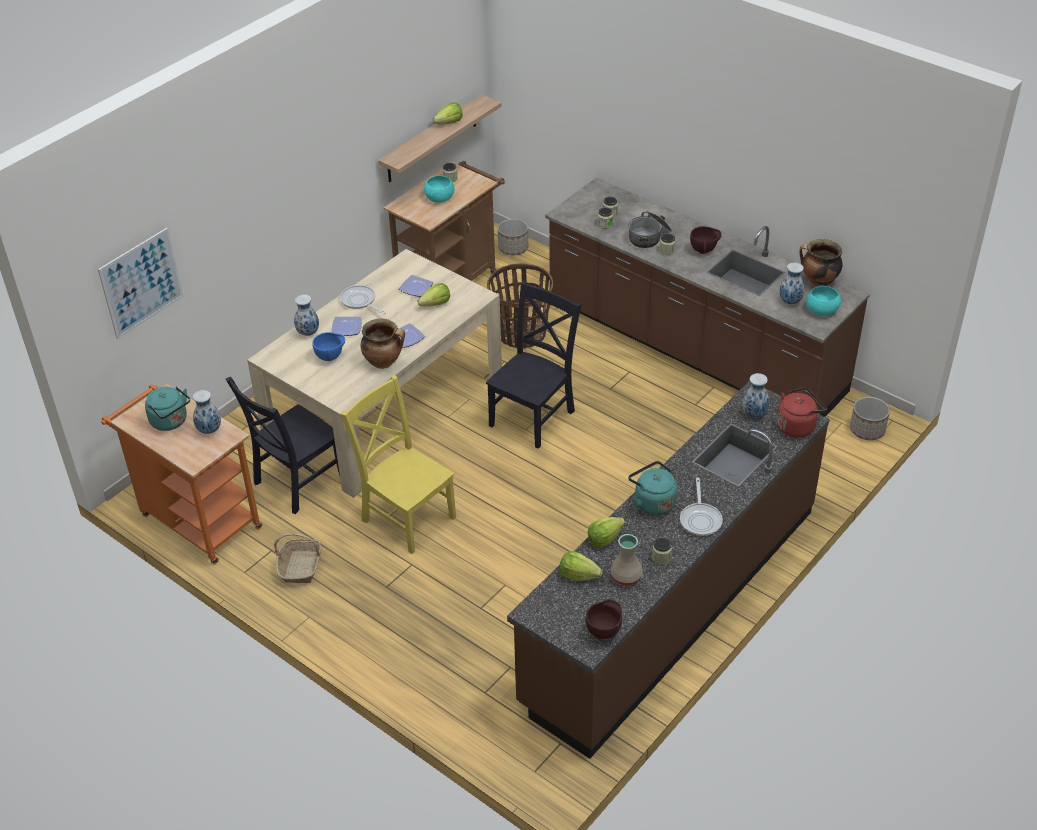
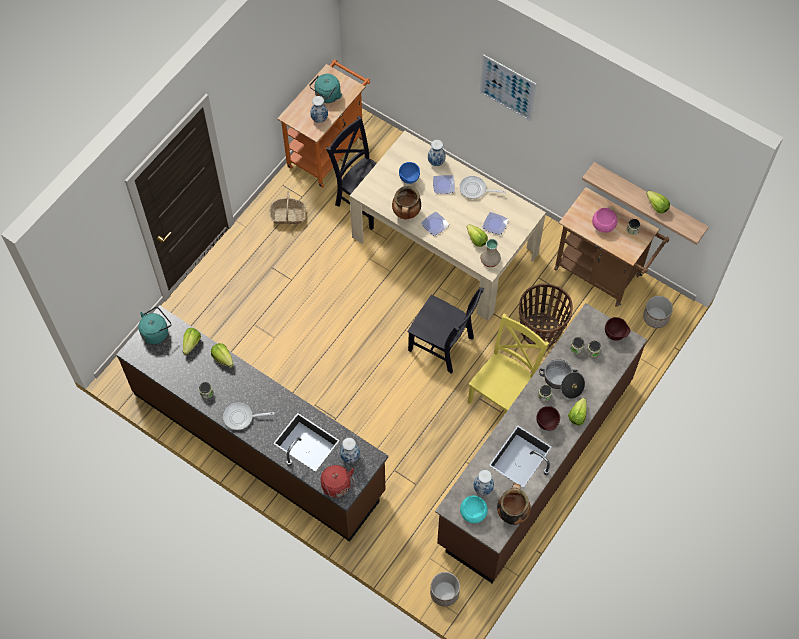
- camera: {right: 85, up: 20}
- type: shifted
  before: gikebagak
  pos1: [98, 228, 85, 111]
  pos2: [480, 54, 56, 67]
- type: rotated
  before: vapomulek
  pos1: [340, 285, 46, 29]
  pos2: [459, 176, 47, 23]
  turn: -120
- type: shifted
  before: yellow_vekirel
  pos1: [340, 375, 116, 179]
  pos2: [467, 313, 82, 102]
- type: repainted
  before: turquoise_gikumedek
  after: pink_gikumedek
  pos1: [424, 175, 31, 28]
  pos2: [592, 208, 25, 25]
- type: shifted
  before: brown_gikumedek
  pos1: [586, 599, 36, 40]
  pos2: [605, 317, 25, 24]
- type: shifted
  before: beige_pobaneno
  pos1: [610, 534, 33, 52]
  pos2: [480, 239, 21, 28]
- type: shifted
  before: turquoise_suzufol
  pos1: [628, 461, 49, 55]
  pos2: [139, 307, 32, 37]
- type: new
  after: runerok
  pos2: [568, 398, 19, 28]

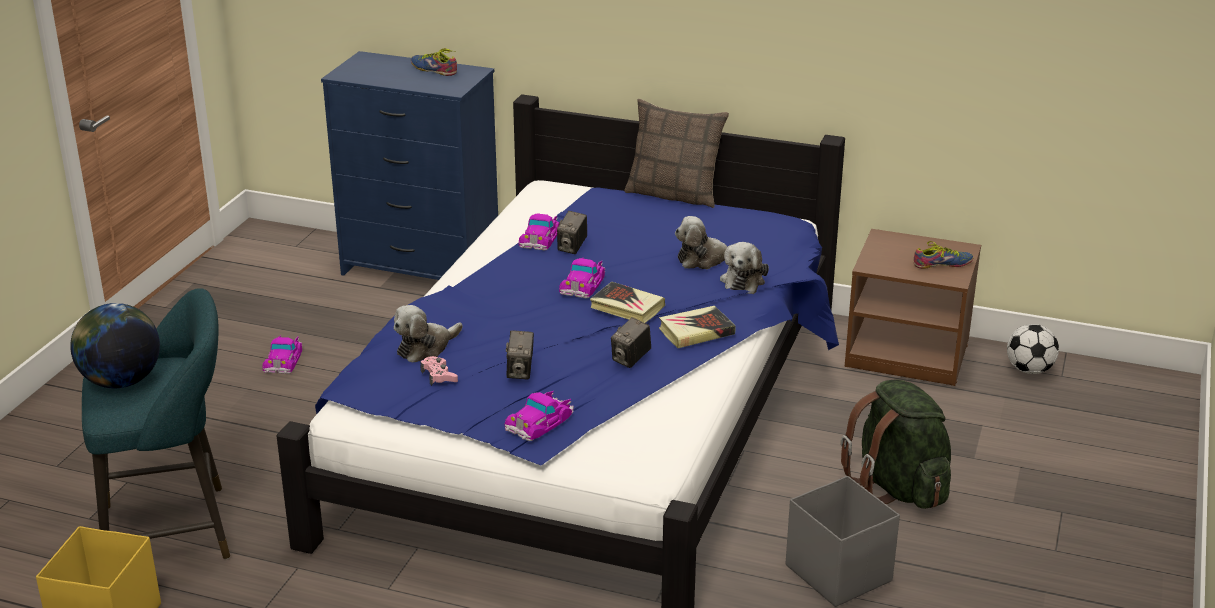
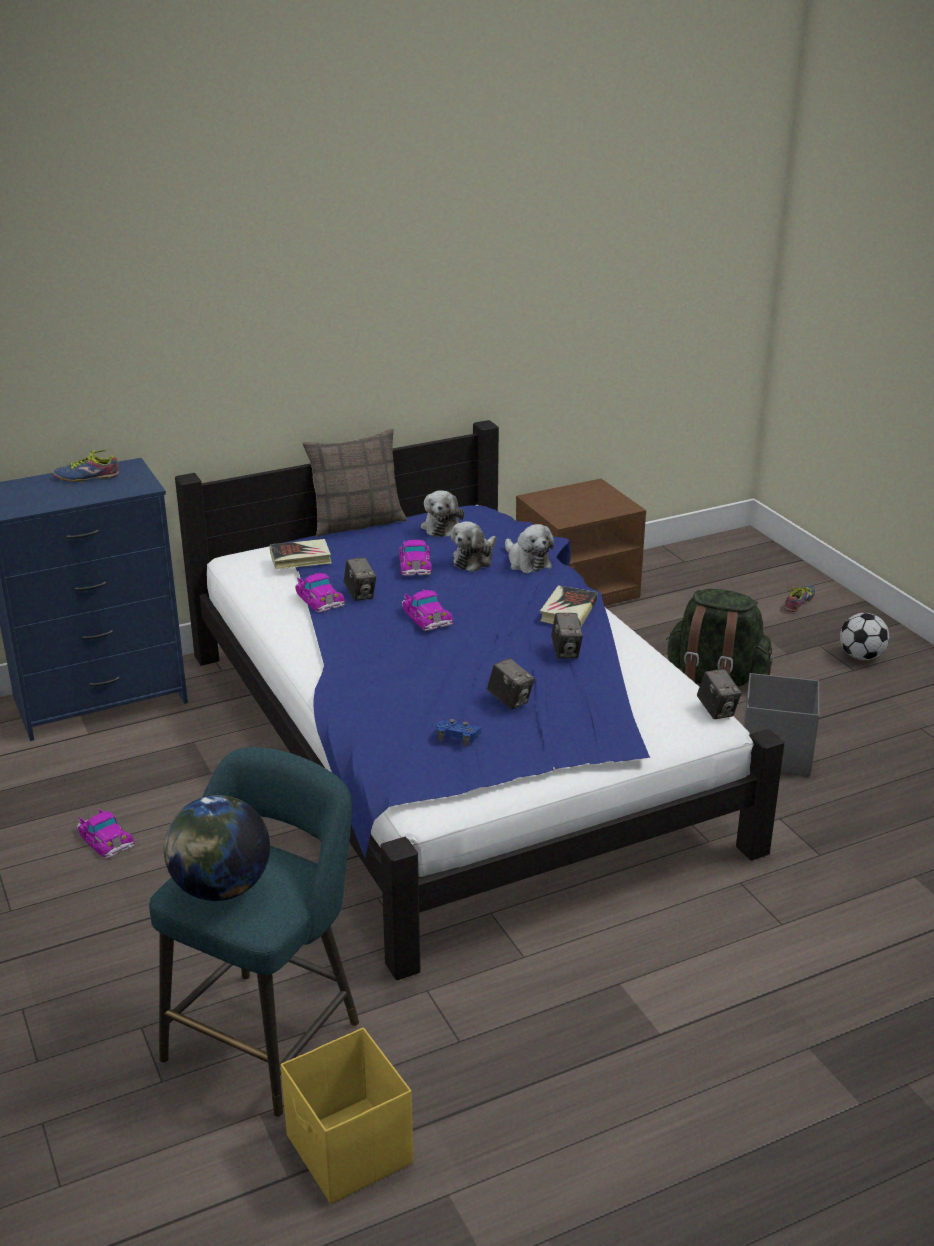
- camera: {right: -45, up: 0}
- type: shifted
  before: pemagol
  pos1: [394, 305, 69, 57]
  pos2: [421, 490, 43, 47]
- type: repainted
  before: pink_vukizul
  after: blue_vukizul
  pos1: [420, 356, 38, 30]
  pos2: [436, 719, 45, 27]
- type: shifted
  before: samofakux
  pos1: [505, 391, 69, 50]
  pos2: [399, 540, 33, 36]
- type: shifted
  before: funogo
  pos1: [590, 282, 75, 41]
  pos2: [270, 539, 62, 30]
- type: shifted
  before: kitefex
  pos1: [914, 241, 60, 28]
  pos2: [785, 585, 30, 27]
- type: shifted
  before: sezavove
  pos1: [1007, 324, 52, 50]
  pos2: [840, 613, 49, 47]
- type: new
  after: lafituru
  pos2: [697, 669, 45, 50]

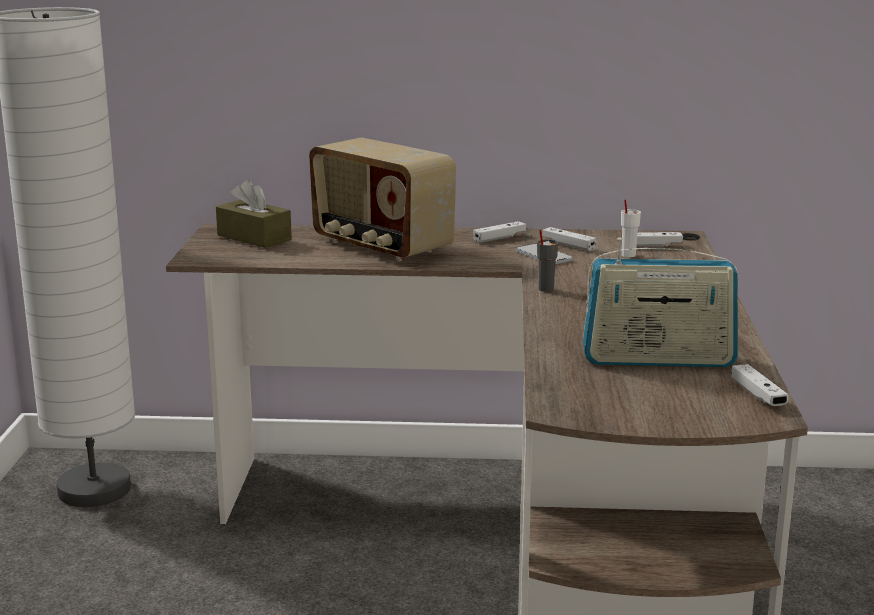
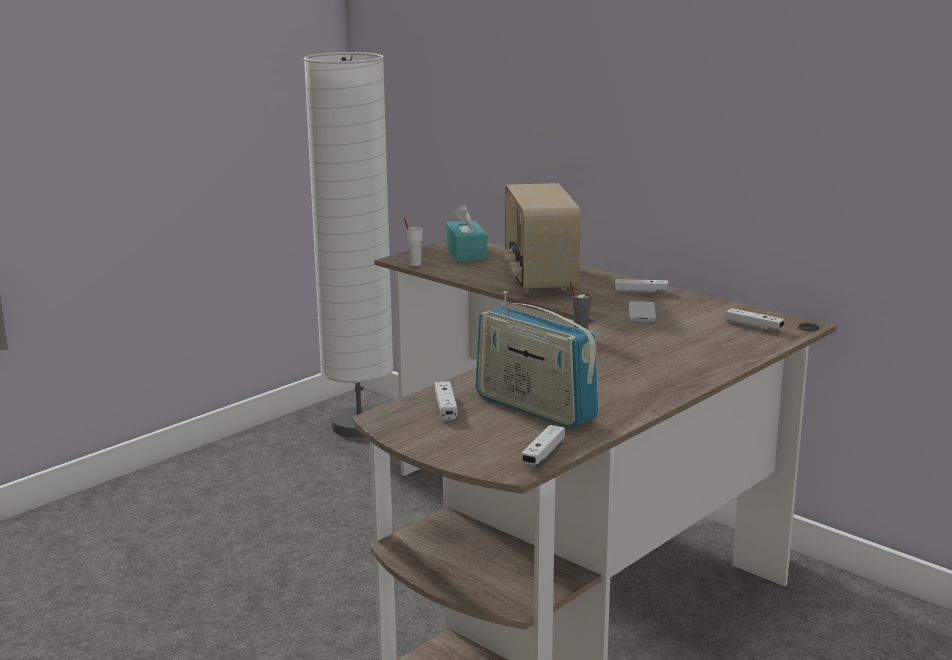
- camera: {right: 40, up: 0}
- type: repainted
  before: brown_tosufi
  after: turquoise_tosufi
  pos1: [216, 179, 76, 69]
  pos2: [446, 204, 41, 57]
- type: shifted
  before: white_vukizul
  pos1: [542, 227, 54, 24]
  pos2: [435, 381, 22, 40]
- type: shifted
  before: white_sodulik
  pos1: [621, 199, 20, 58]
  pos2: [404, 218, 19, 48]

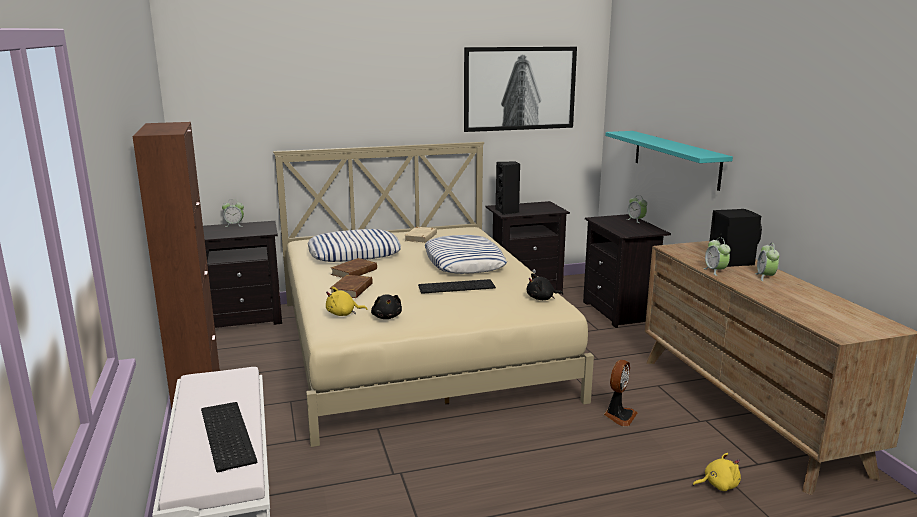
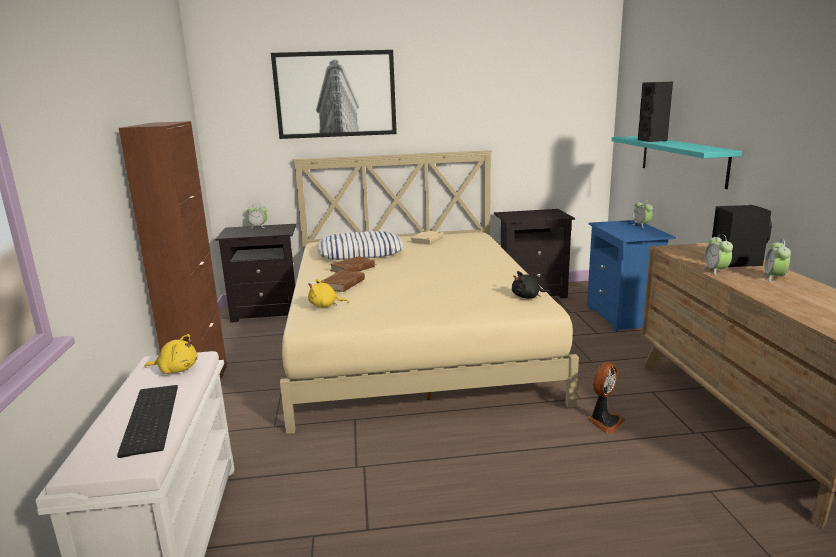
- camera: {right: 10, up: 0}
- type: gone
  before: black_pemagol
  pos1: [371, 294, 31, 25]
- type: gone
  before: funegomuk
  pos1: [418, 279, 78, 15]
- type: gone
  before: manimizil
  pos1: [425, 235, 82, 39]
- type: shifted
  before: gikebagak
  pos1: [464, 47, 113, 85]
  pos2: [271, 50, 126, 89]
- type: shifted
  before: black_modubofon
  pos1: [496, 161, 24, 54]
  pos2: [638, 82, 35, 60]
- type: repainted
  before: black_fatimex
  after: blue_fatimex
  pos1: [583, 214, 88, 114]
  pos2: [587, 220, 89, 112]
- type: shifted
  before: yellow_pemagol
  pos1: [693, 453, 48, 38]
  pos2: [144, 334, 54, 40]

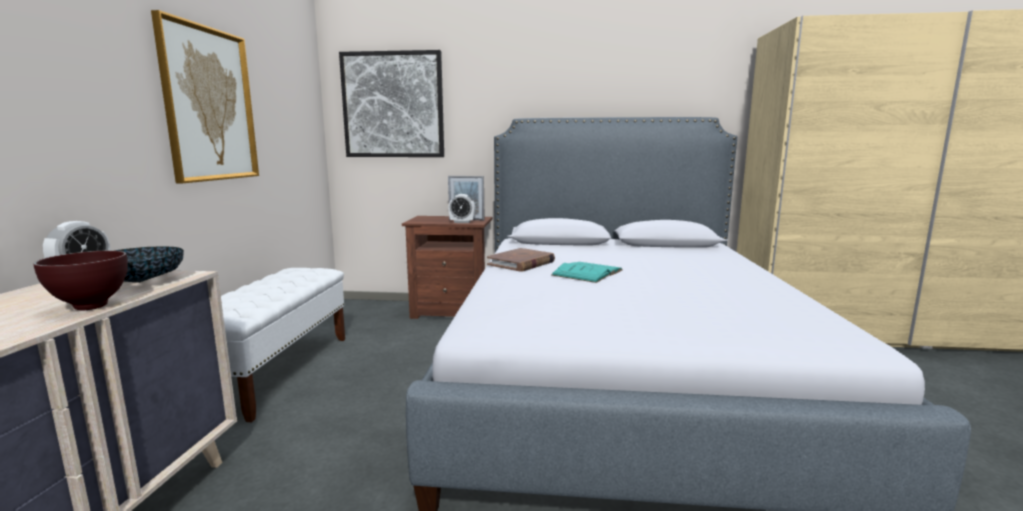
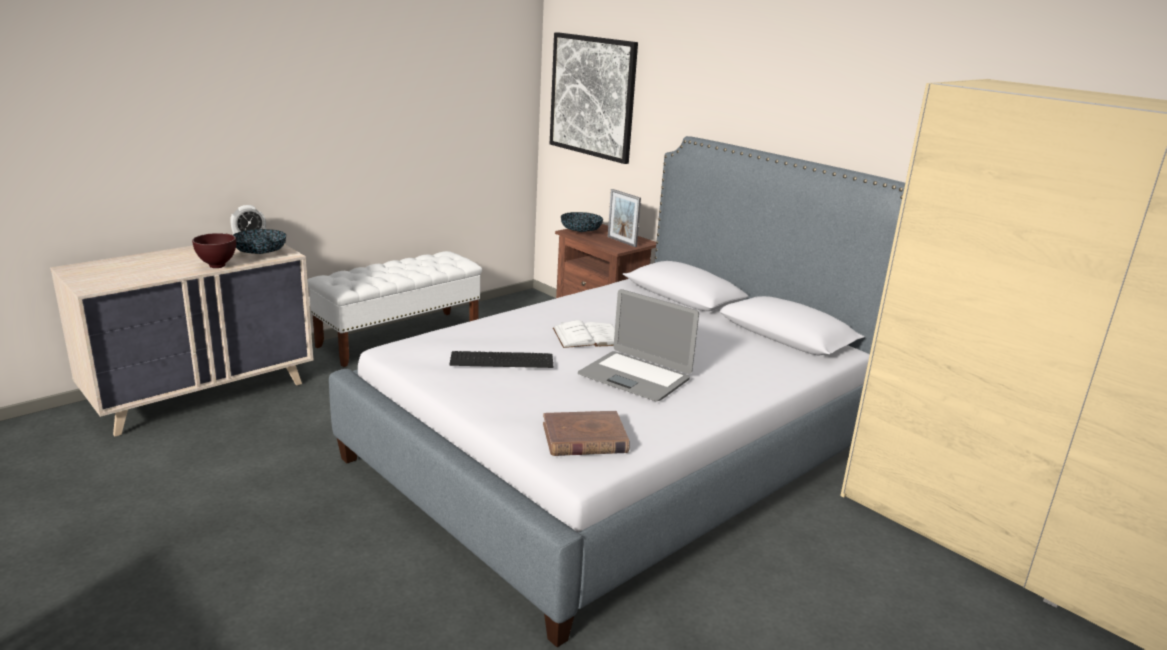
- camera: {right: 40, up: 10}
- type: gone
  before: gikebagak
  pos1: [151, 10, 108, 173]
- type: gone
  before: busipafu
  pos1: [448, 194, 27, 29]
- type: shifted
  before: brown_funogo
  pos1: [487, 248, 68, 24]
  pos2: [543, 411, 87, 45]
- type: repainted
  before: turquoise_funogo
  after: white_funogo
  pos1: [551, 262, 72, 21]
  pos2: [553, 320, 62, 28]
- type: new
  after: funegomuk
  pos2: [449, 351, 104, 17]
- type: new
  after: gikumedek
  pos2: [561, 212, 42, 20]
- type: new
  after: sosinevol
  pos2: [578, 289, 121, 112]

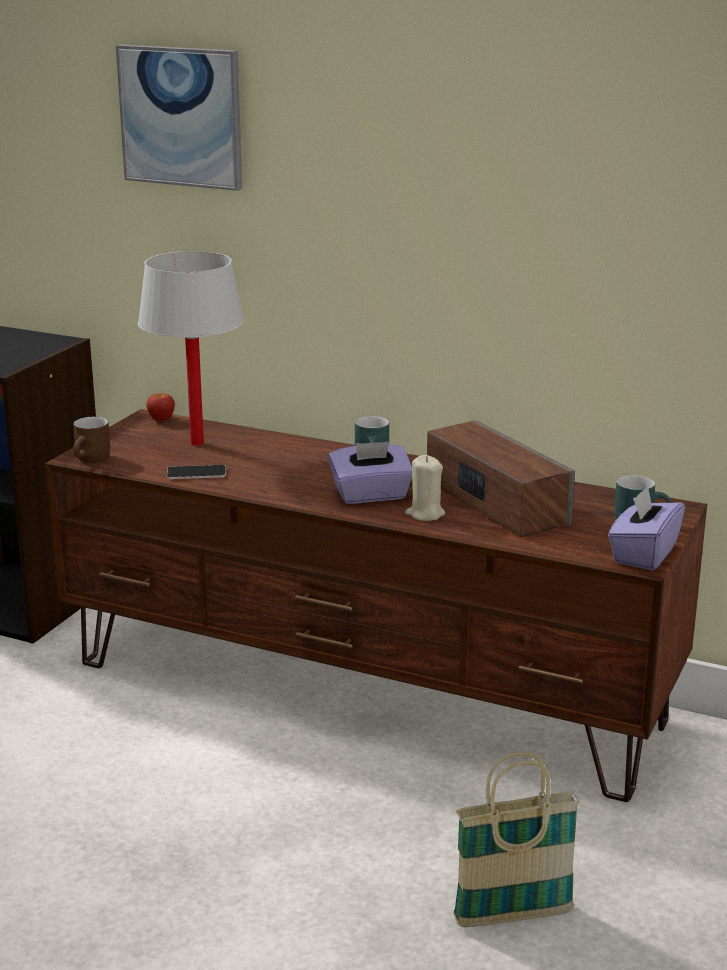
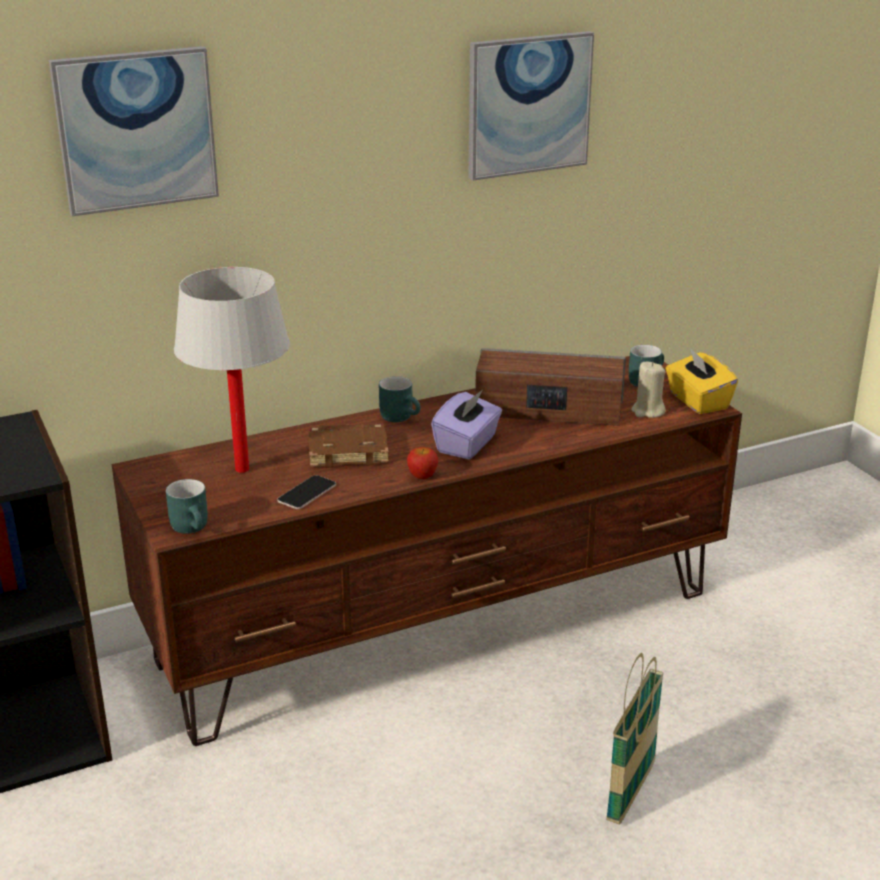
- camera: {right: -50, up: 5}
- type: repainted
  before: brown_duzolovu
  after: turquoise_duzolovu
  pos1: [73, 417, 37, 46]
  pos2: [166, 479, 42, 55]
- type: shifted
  before: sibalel
  pos1: [146, 393, 29, 28]
  pos2: [407, 447, 31, 32]
- type: shifted
  before: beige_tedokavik
  pos1: [405, 455, 40, 66]
  pos2: [631, 362, 35, 56]
- type: shifted
  before: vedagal
  pos1: [453, 752, 126, 175]
  pos2: [606, 653, 58, 171]
- type: repainted
  before: purple_tosufi
  after: yellow_tosufi
  pos1: [608, 486, 77, 85]
  pos2: [666, 348, 72, 66]
- type: new
  after: brown_funogo
  pos2: [309, 423, 80, 45]
- type: new
  after: gikebagak
  pos2: [469, 31, 125, 149]

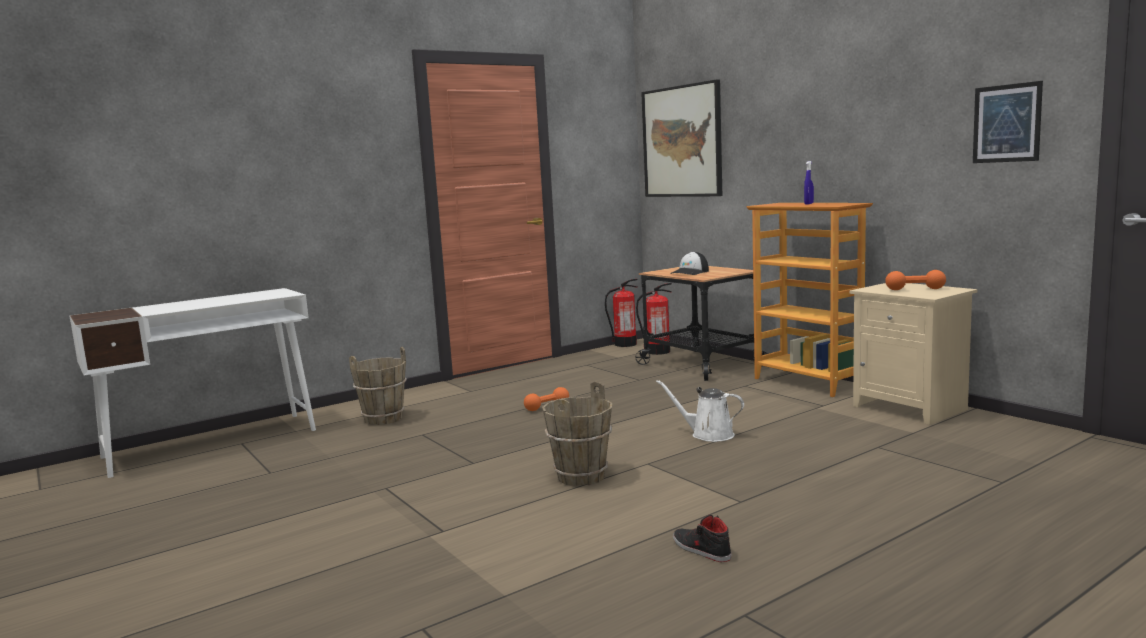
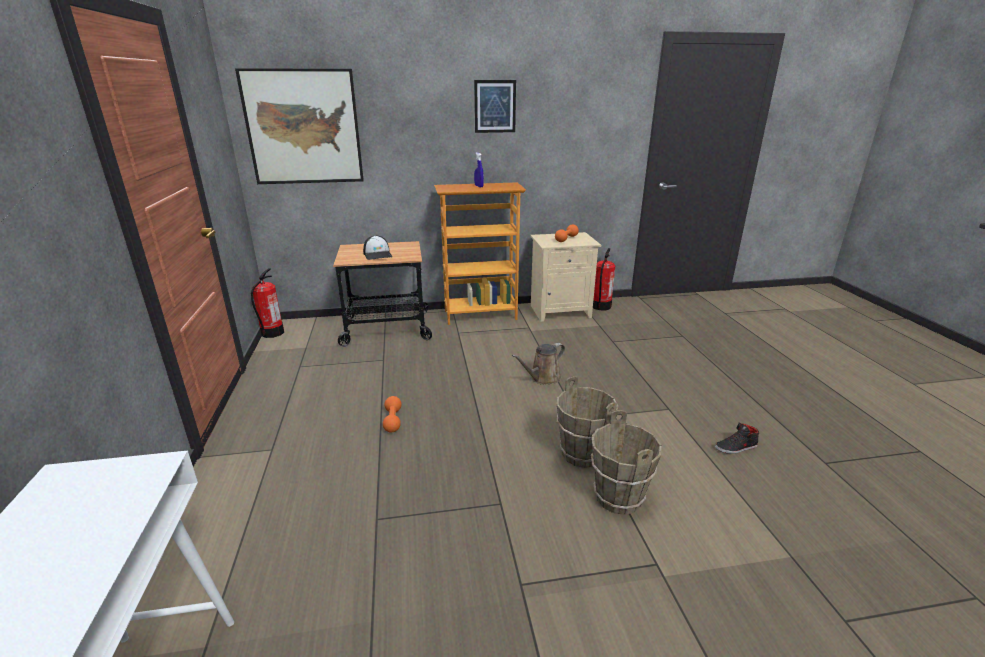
- camera: {right: -65, up: 15}
- type: shifted
  before: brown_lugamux
  pos1: [349, 347, 58, 78]
  pos2: [591, 410, 71, 105]
- type: shifted
  before: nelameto
  pos1: [636, 283, 36, 72]
  pos2: [593, 248, 22, 62]
- type: repainted
  before: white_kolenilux
  after: brown_kolenilux
  pos1: [656, 380, 88, 62]
  pos2: [512, 343, 53, 42]
- type: shifted
  before: gikebagak
  pos1: [973, 81, 70, 82]
  pos2: [474, 80, 42, 53]

